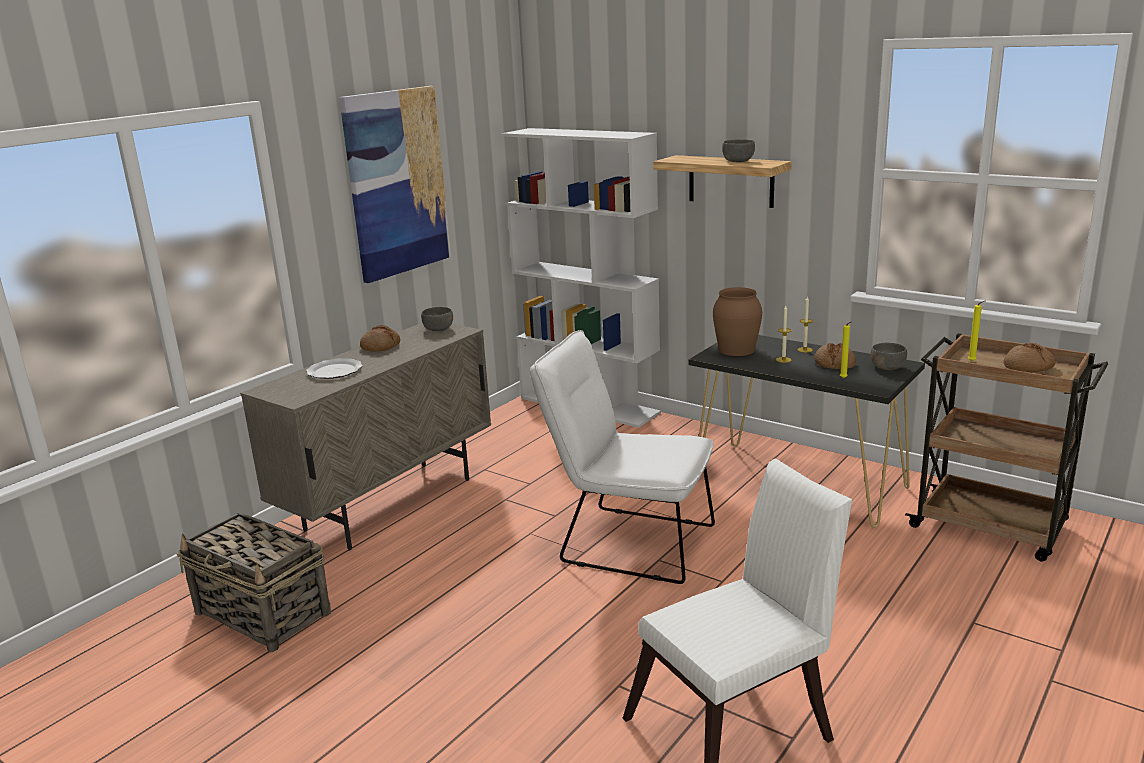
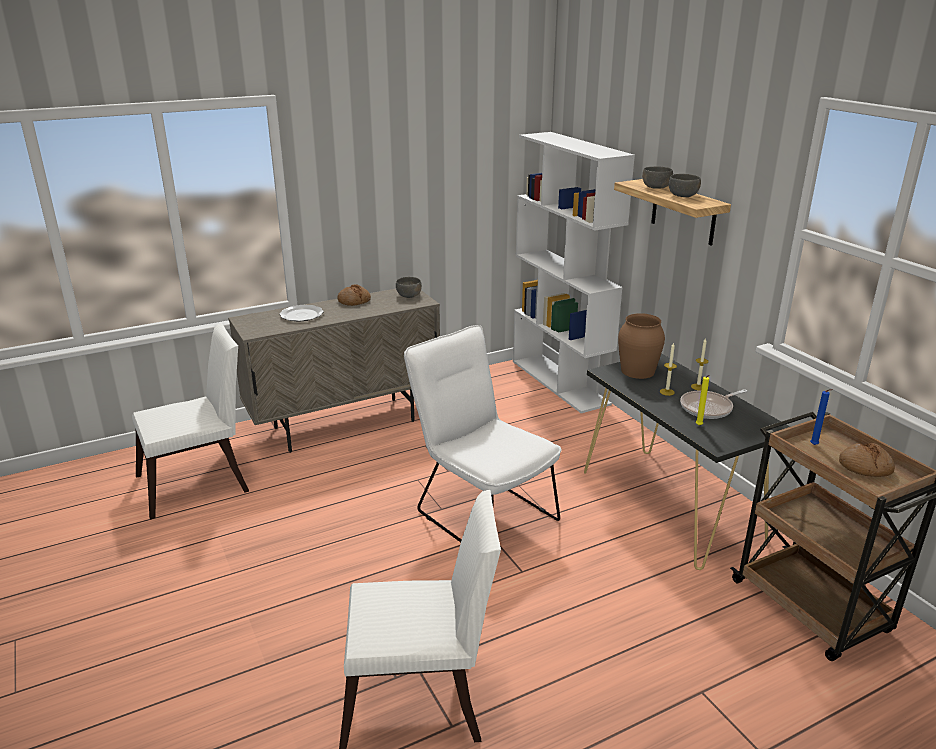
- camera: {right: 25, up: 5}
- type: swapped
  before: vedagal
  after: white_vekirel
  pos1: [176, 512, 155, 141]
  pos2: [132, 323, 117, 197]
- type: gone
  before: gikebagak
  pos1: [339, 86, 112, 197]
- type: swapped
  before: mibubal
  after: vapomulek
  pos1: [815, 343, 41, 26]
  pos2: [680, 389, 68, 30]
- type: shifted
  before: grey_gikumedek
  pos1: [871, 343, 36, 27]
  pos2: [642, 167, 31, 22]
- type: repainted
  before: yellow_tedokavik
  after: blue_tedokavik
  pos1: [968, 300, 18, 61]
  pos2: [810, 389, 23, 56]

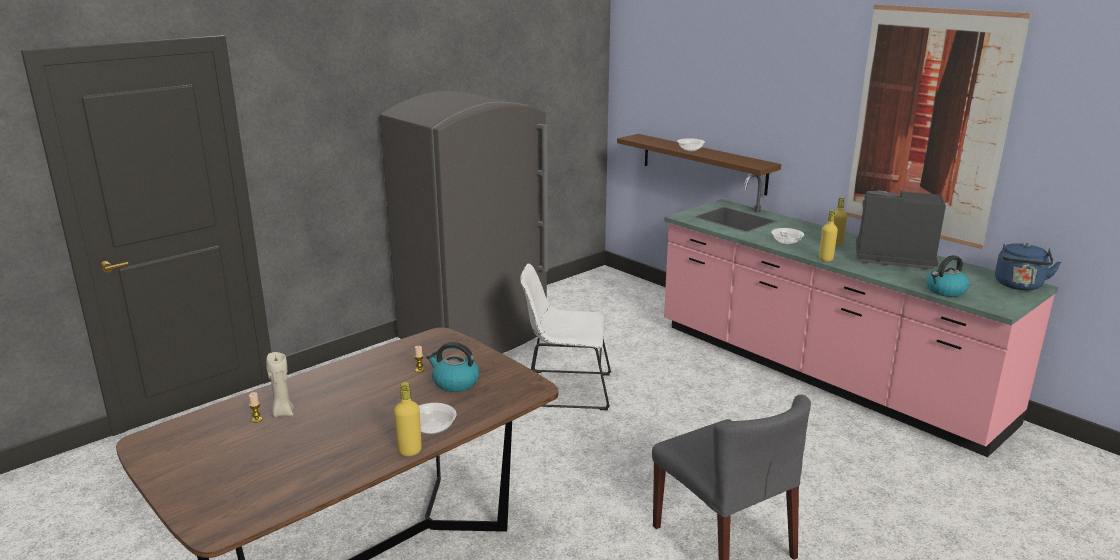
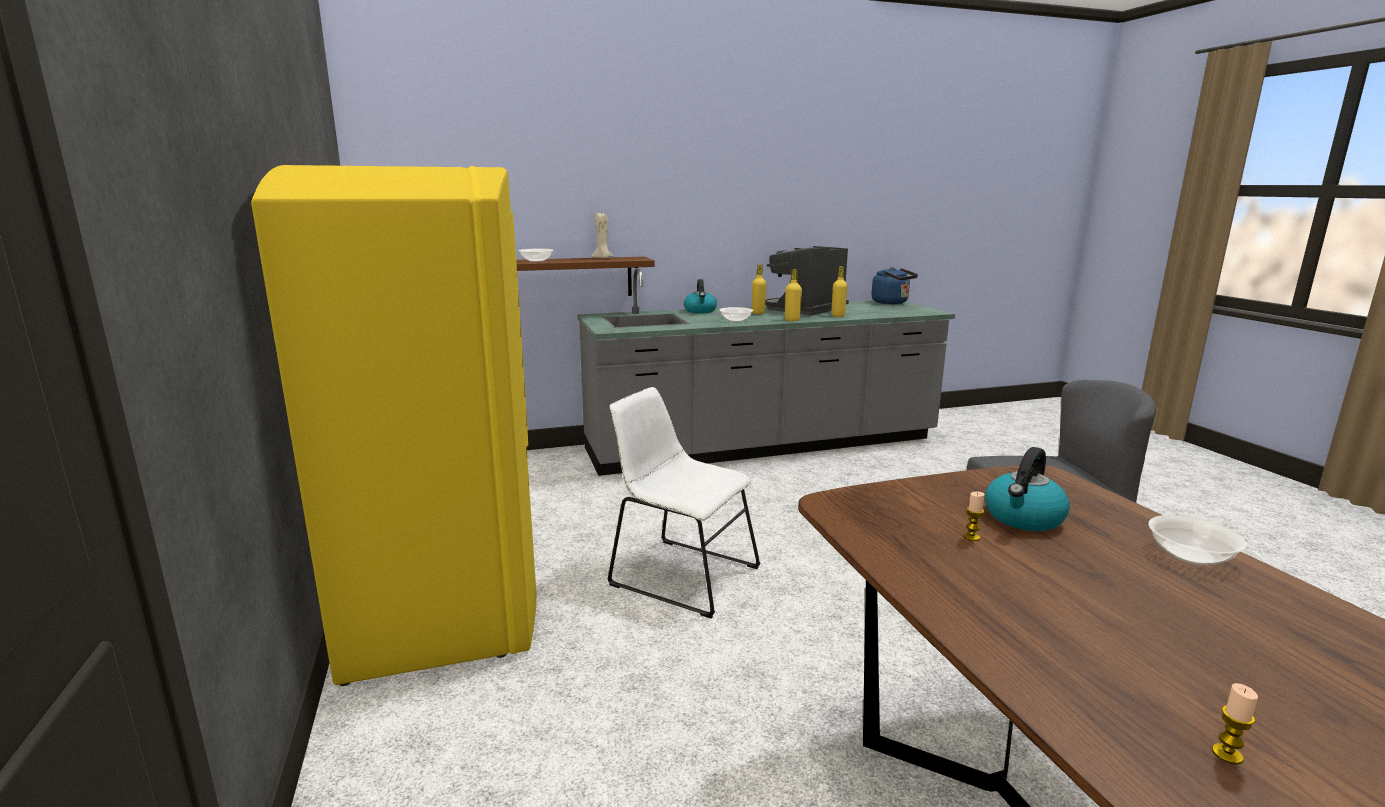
- camera: {right: -65, up: -5}
- type: shifted
  before: beige_tedokavik
  pos1: [266, 352, 28, 65]
  pos2: [592, 211, 21, 48]
- type: repainted
  before: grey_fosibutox
  after: yellow_fosibutox
  pos1: [380, 91, 168, 262]
  pos2: [251, 165, 285, 521]
- type: shifted
  before: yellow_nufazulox
  pos1: [394, 382, 28, 74]
  pos2: [831, 266, 17, 51]
- type: rotated
  before: white_vekirel
  pos1: [520, 263, 91, 147]
  pos2: [607, 387, 154, 232]
  turn: 90
- type: repainted
  before: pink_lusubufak
  after: grey_lusubufak
  pos1: [664, 174, 394, 283]
  pos2: [577, 268, 378, 208]
- type: gone
  before: gikebagak
  pos1: [846, 5, 185, 244]
- type: shifted
  before: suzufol
  pos1: [926, 255, 43, 42]
  pos2: [684, 279, 33, 34]

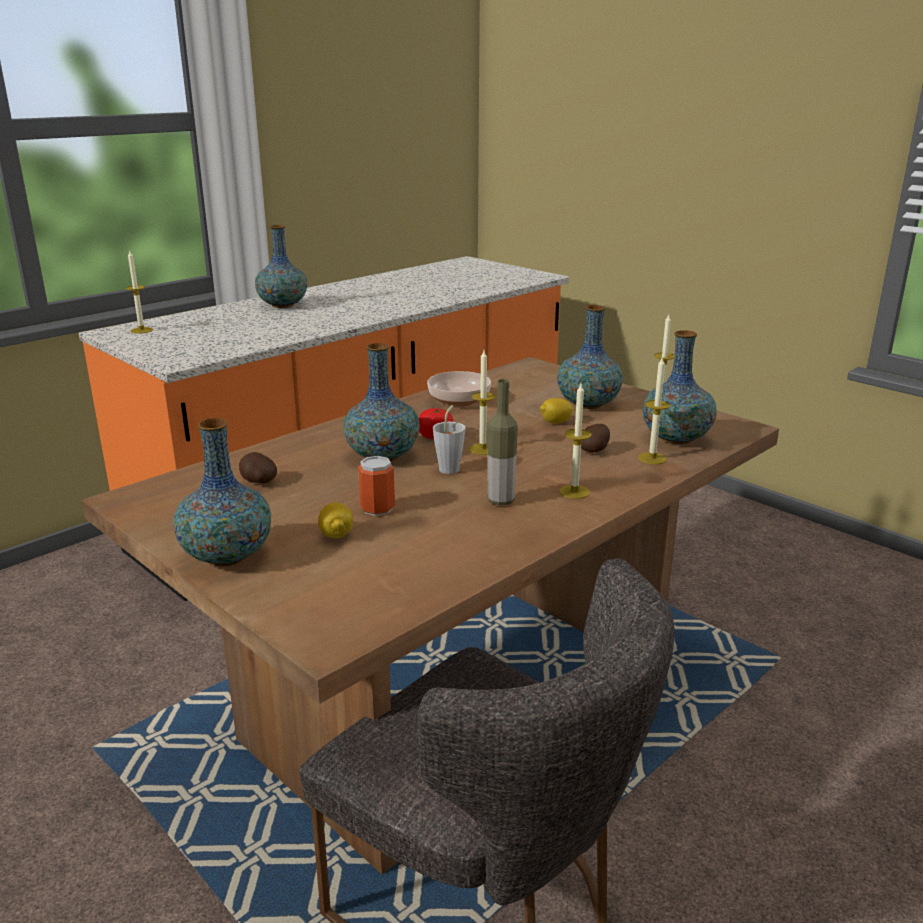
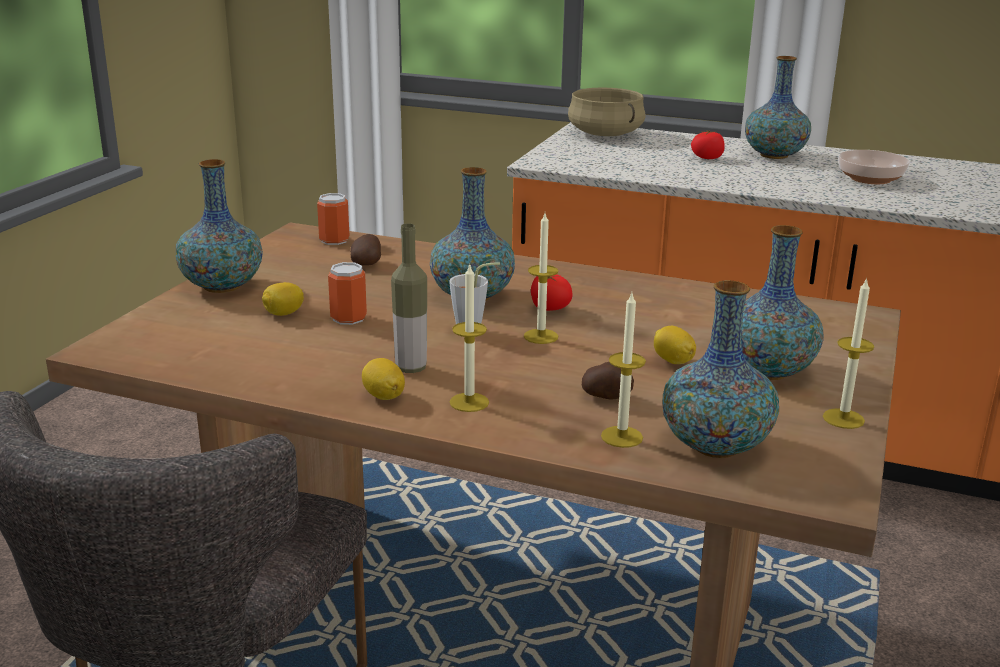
- camera: {right: 65, up: 0}
- type: swapped
  before: tedokavik
  after: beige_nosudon
  pos1: [126, 251, 27, 83]
  pos2: [568, 88, 78, 48]
- type: shifted
  before: gikumedek
  pos1: [427, 371, 64, 35]
  pos2: [838, 150, 72, 34]
- type: new
  after: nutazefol
  pos2: [317, 193, 33, 52]
- type: new
  after: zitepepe
  pos2: [362, 358, 43, 42]
- type: new
  after: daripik
  pos2: [691, 131, 34, 28]

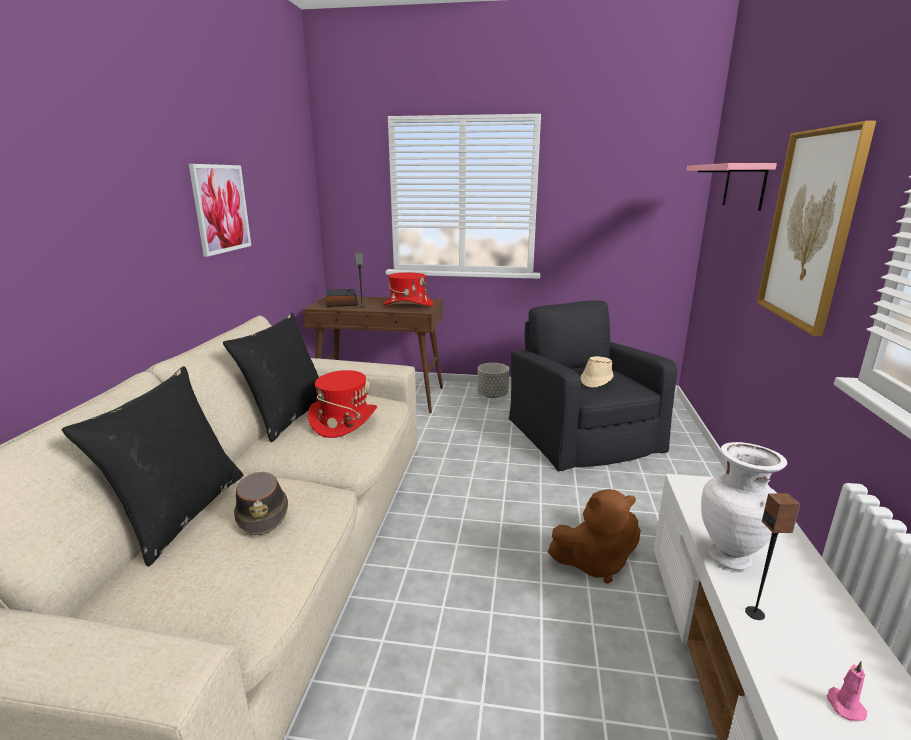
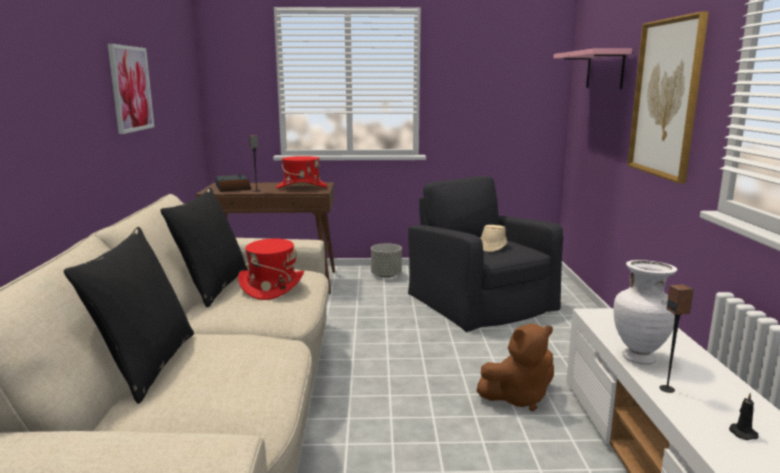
- camera: {right: -10, up: -5}
- type: gone
  before: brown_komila
  pos1: [234, 472, 54, 64]
- type: repainted
  before: pink_tedokavik
  after: black_tedokavik
  pos1: [827, 661, 40, 60]
  pos2: [729, 393, 30, 47]

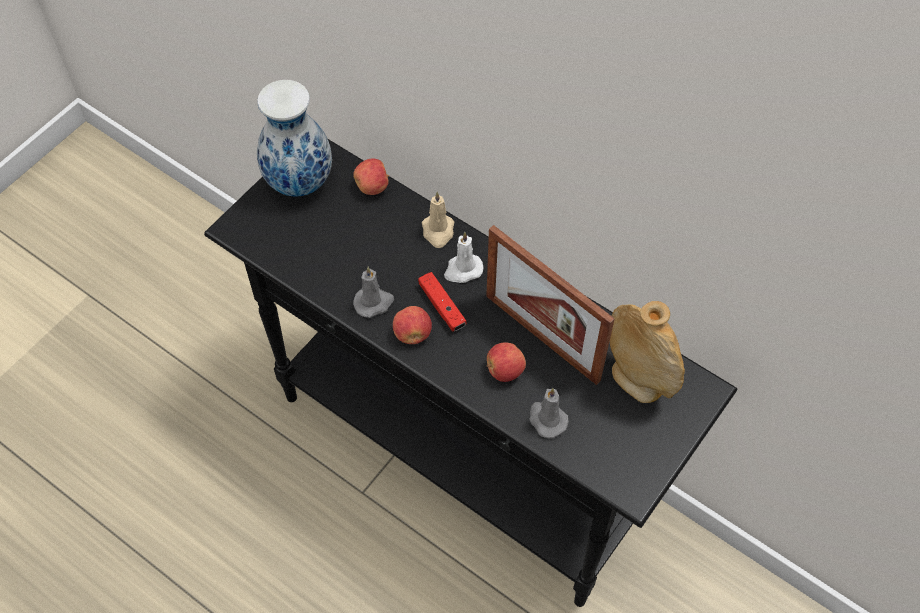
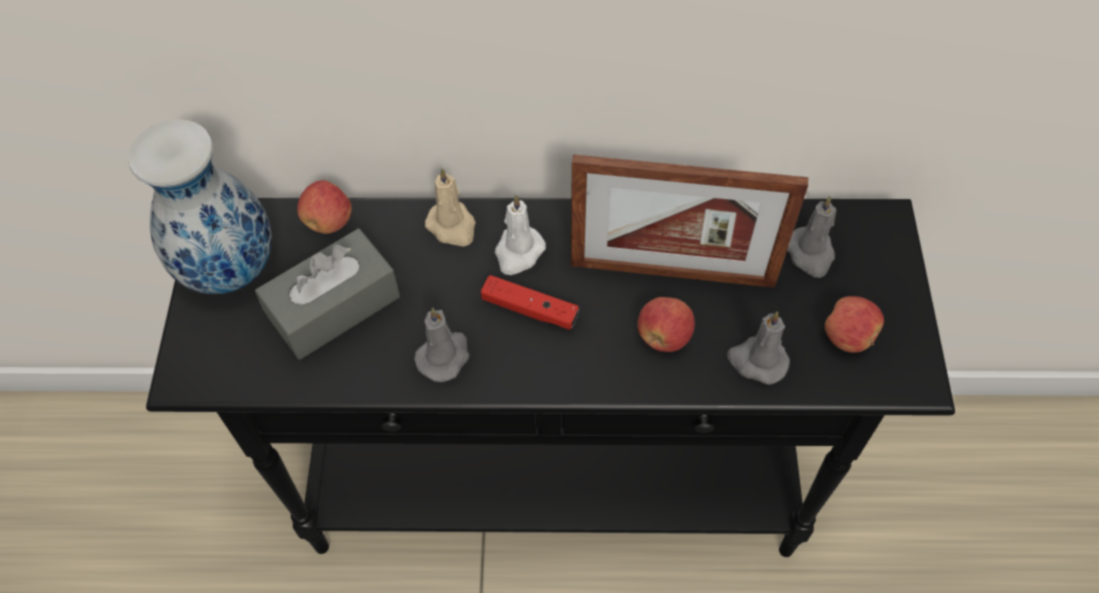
- camera: {right: -35, up: 0}
- type: shifted
  before: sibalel
  pos1: [393, 306, 39, 38]
  pos2: [825, 296, 59, 57]
- type: swapped
  before: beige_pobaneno
  after: grey_tedokavik
  pos1: [610, 301, 75, 102]
  pos2: [787, 196, 49, 82]
- type: new
  after: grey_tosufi
  pos2: [255, 229, 145, 131]

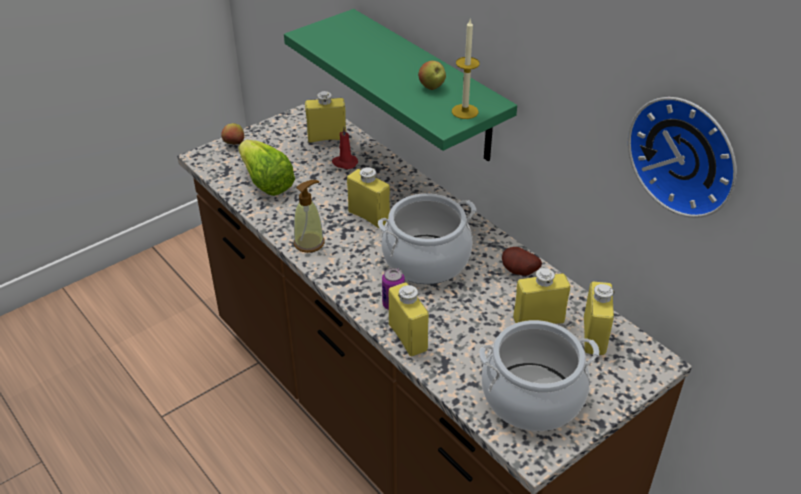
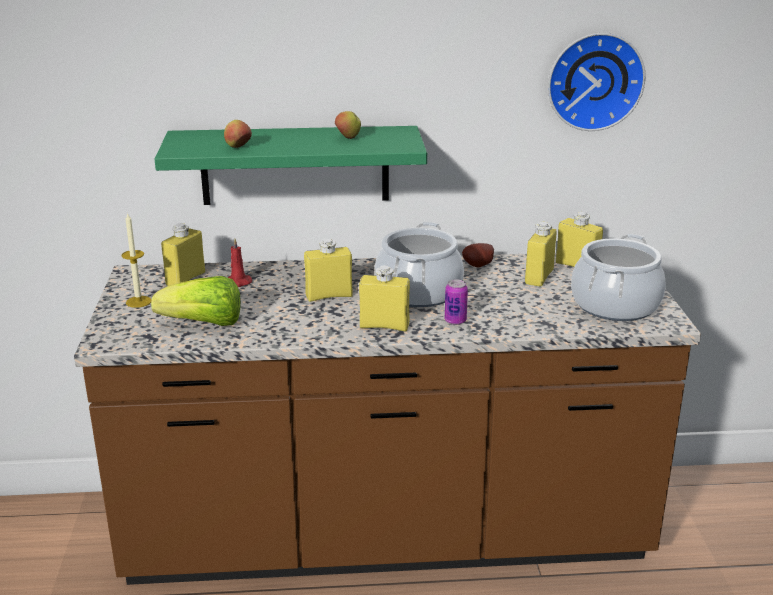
- camera: {right: -55, up: -15}
- type: shifted
  before: sibalel
  pos1: [221, 123, 23, 21]
  pos2: [224, 120, 28, 28]
- type: gone
  before: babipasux
  pos1: [294, 180, 31, 73]
- type: shifted
  before: yellow_nufazulox
  pos1: [389, 283, 40, 73]
  pos2: [359, 265, 51, 66]
- type: shifted
  before: tedokavik
  pos1: [452, 19, 28, 100]
  pos2: [121, 212, 31, 96]

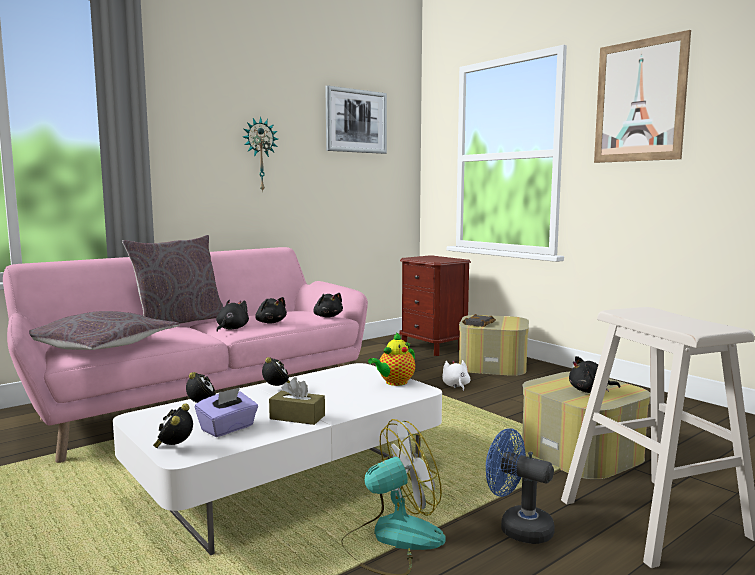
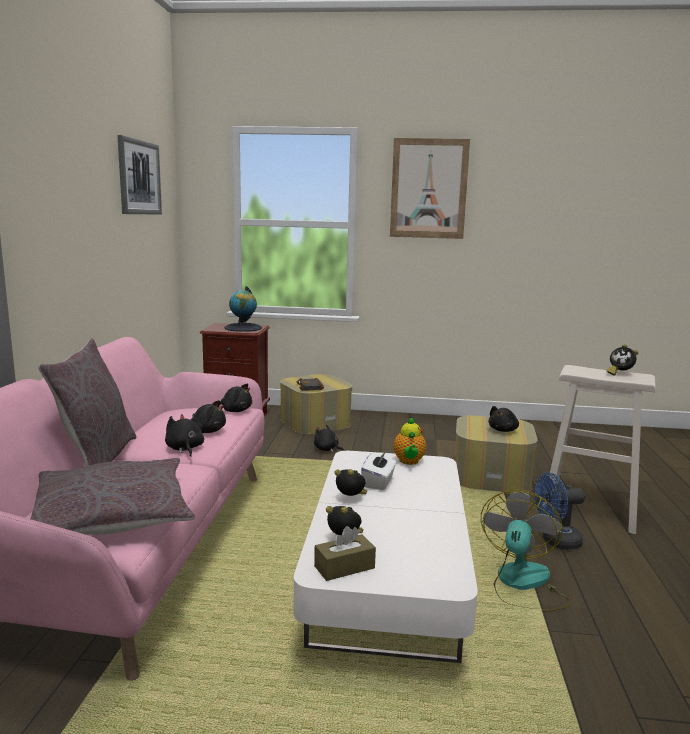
- camera: {right: -45, up: 5}
- type: shifted
  before: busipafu
  pos1: [153, 404, 40, 44]
  pos2: [607, 344, 32, 32]
- type: gone
  before: purple_tosufi
  pos1: [195, 387, 63, 50]
- type: gone
  before: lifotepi
  pos1: [243, 117, 35, 75]
- type: shifted
  before: brown_tosufi
  pos1: [269, 377, 56, 48]
  pos2: [314, 526, 62, 55]
- type: repainted
  before: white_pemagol
  after: black_pemagol
  pos1: [442, 360, 29, 31]
  pos2: [314, 424, 31, 28]
- type: new
  after: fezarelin
  pos2: [225, 286, 37, 46]
- type: new
  after: white_tosufi
  pos2: [361, 450, 35, 40]

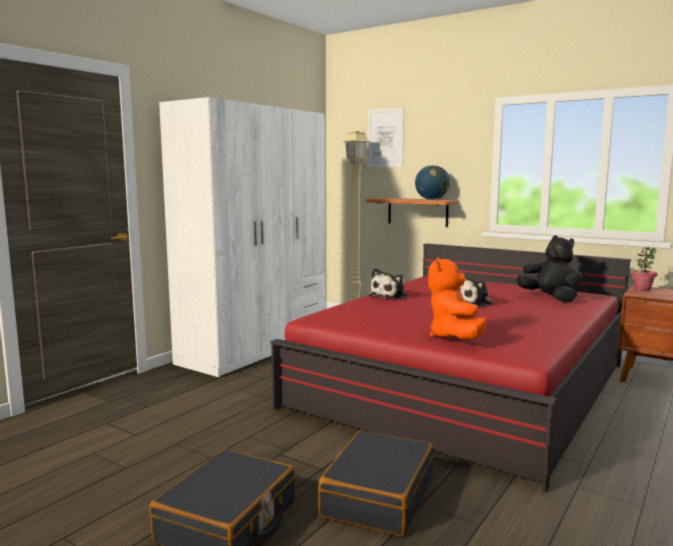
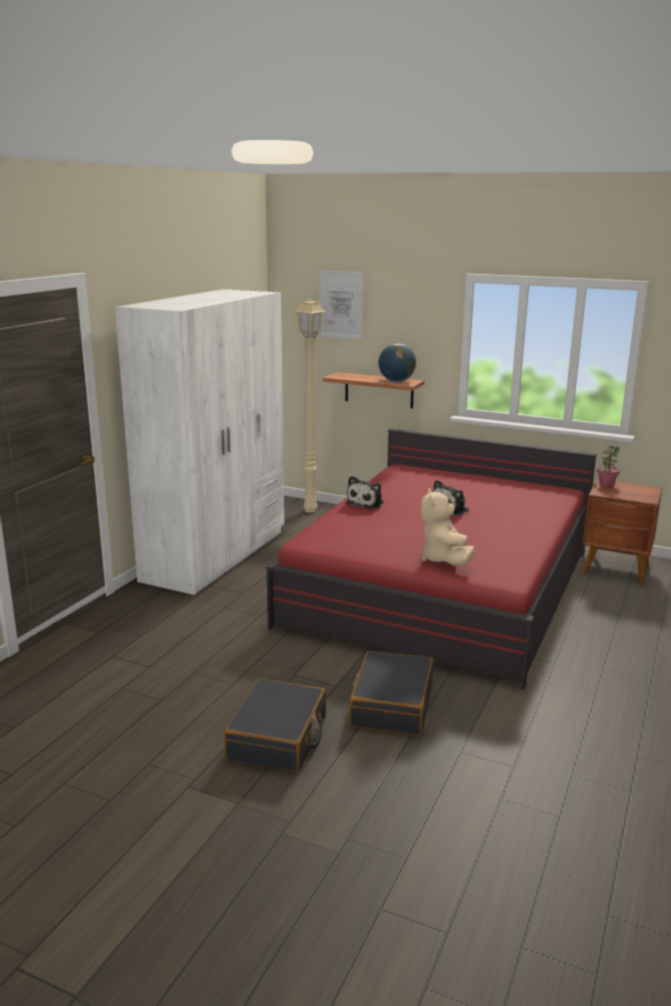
- camera: {right: -10, up: 10}
- type: repainted
  before: orange_pemagol
  after: beige_pemagol
  pos1: [428, 257, 59, 82]
  pos2: [421, 488, 53, 77]
- type: gone
  before: black_pemagol
  pos1: [516, 235, 66, 67]

